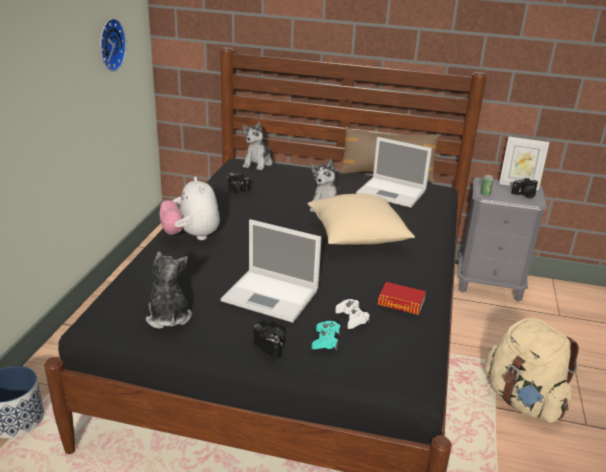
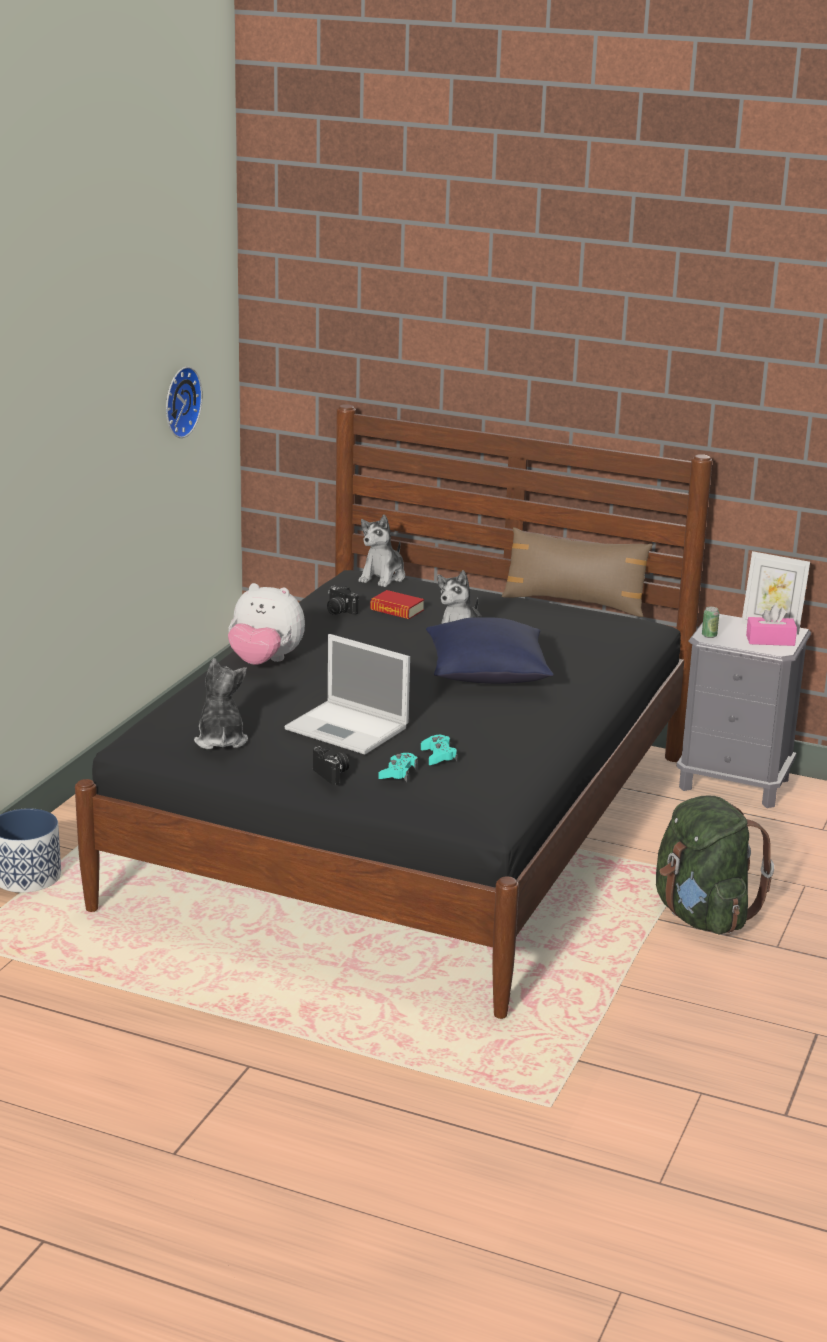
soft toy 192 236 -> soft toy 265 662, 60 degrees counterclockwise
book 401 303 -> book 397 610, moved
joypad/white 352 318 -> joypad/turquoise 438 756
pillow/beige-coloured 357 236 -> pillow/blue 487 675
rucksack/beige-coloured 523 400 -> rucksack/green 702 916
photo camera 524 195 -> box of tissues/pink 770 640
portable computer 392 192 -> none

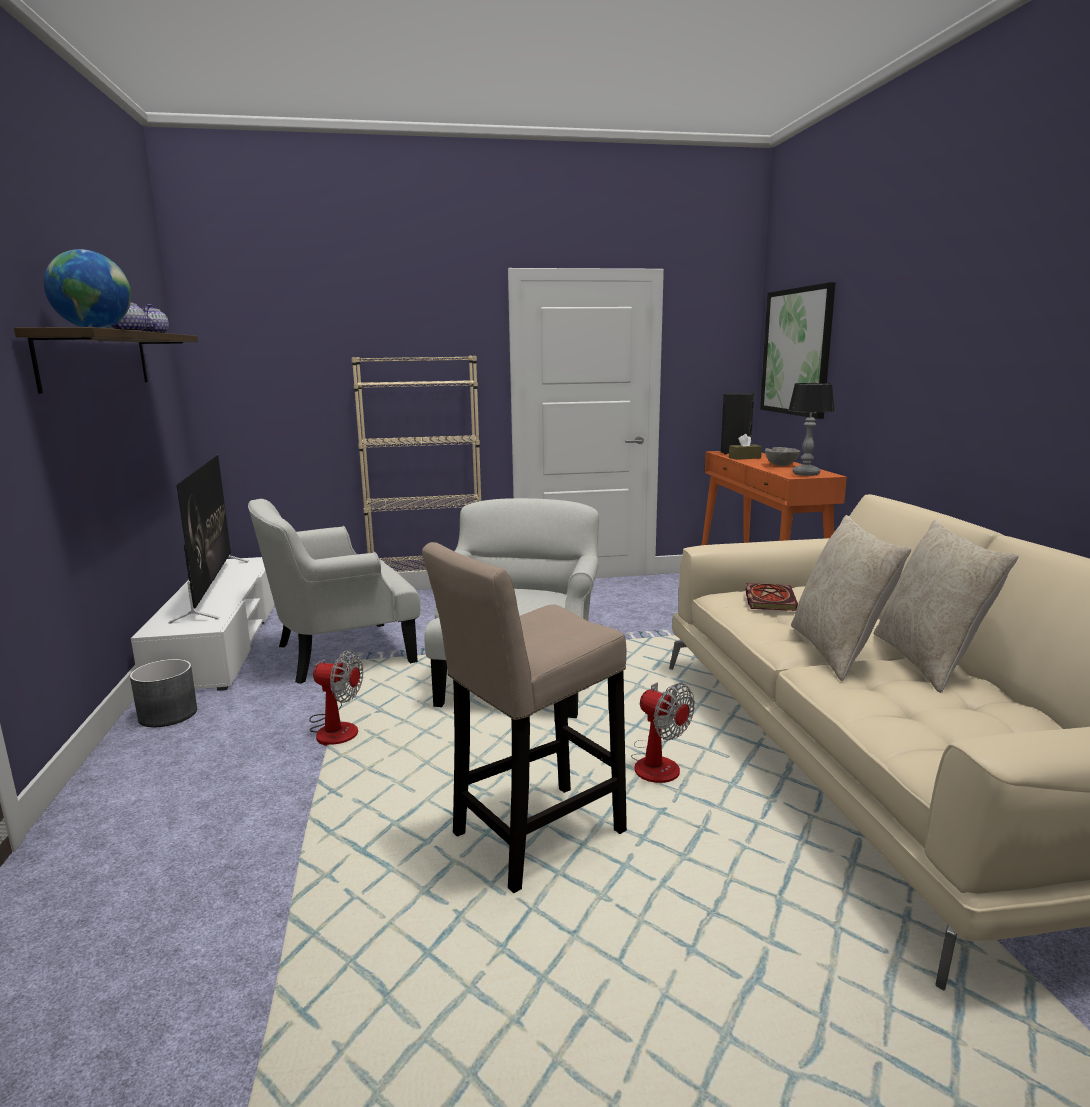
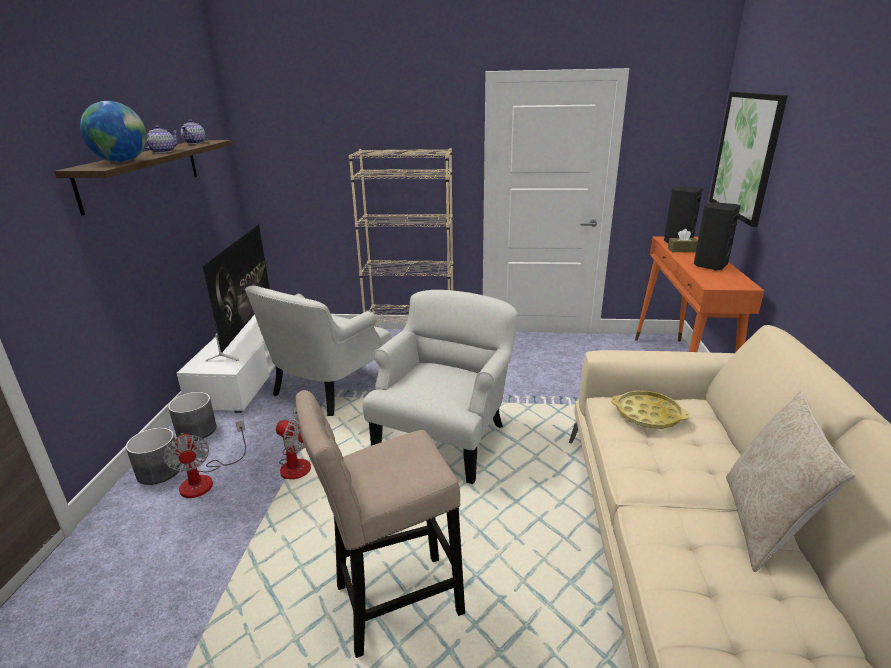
none -> plant pot/greyish 158 471
fan 657 762 -> fan 205 479, moved
armchair/white 340 653 -> armchair/white 328 388, 45 degrees counterclockwise
book 769 599 -> serving tray/yellow-coloured 648 414
bowl/greyish 781 465 -> loudspeaker/blackish 709 265
lamp for a table 805 474 -> none
pillow/beige-coloured 838 651 -> none

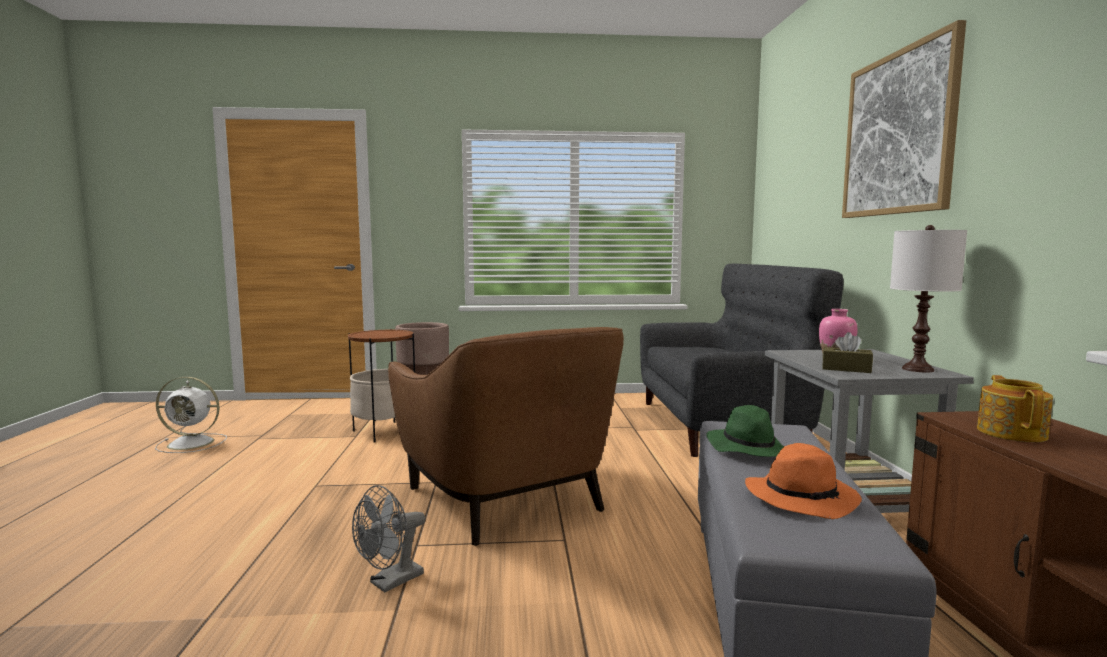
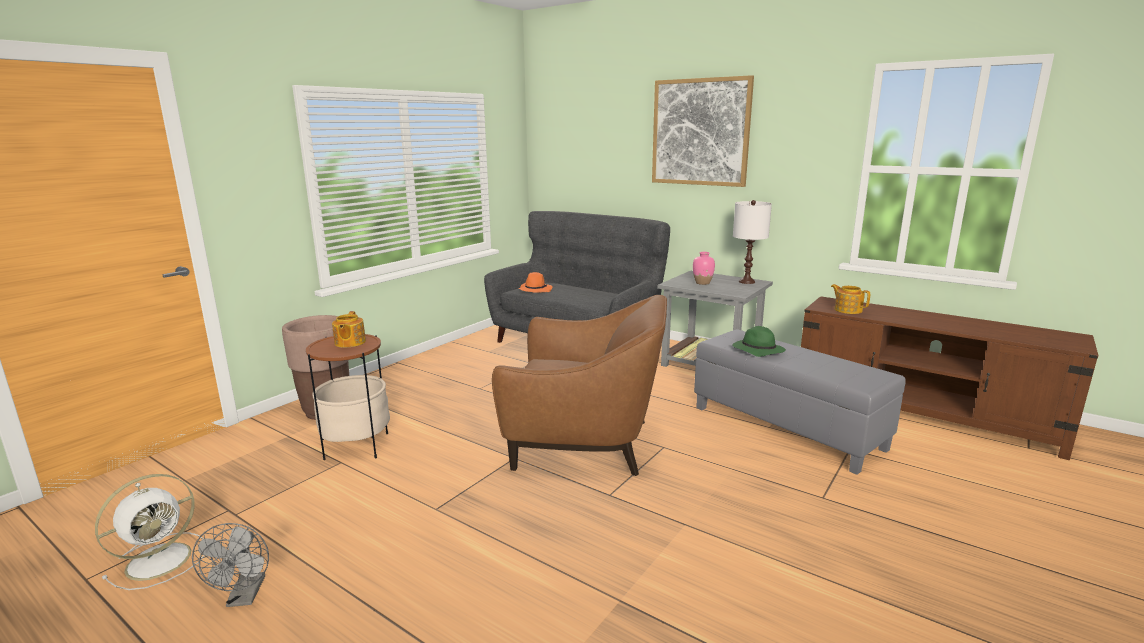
fan/greyish 390 582 -> fan/greyish 244 597, moved
none -> tea pot 349 342
hat/orangey 802 497 -> hat/orangey 535 290, moved
box of tissues/brown-coloured 846 369 -> none

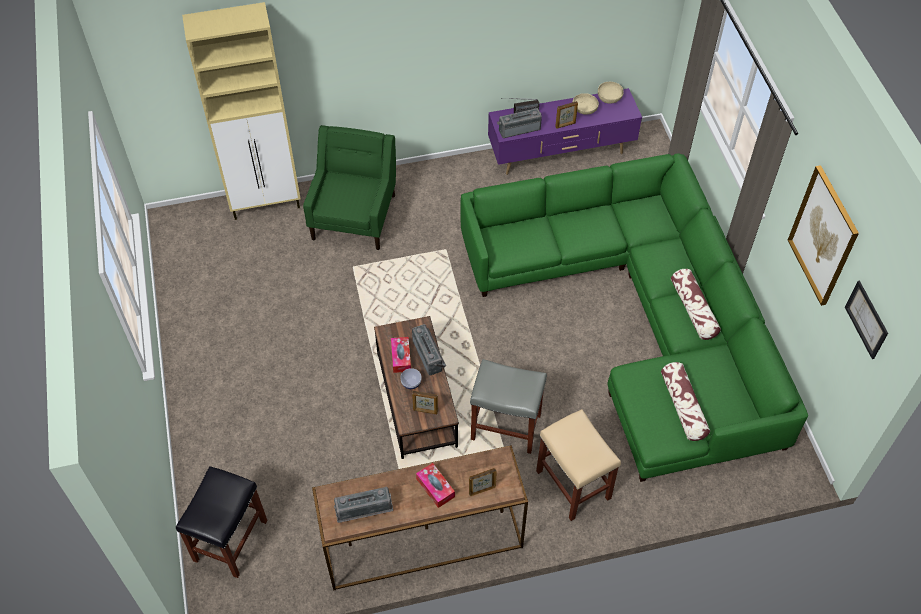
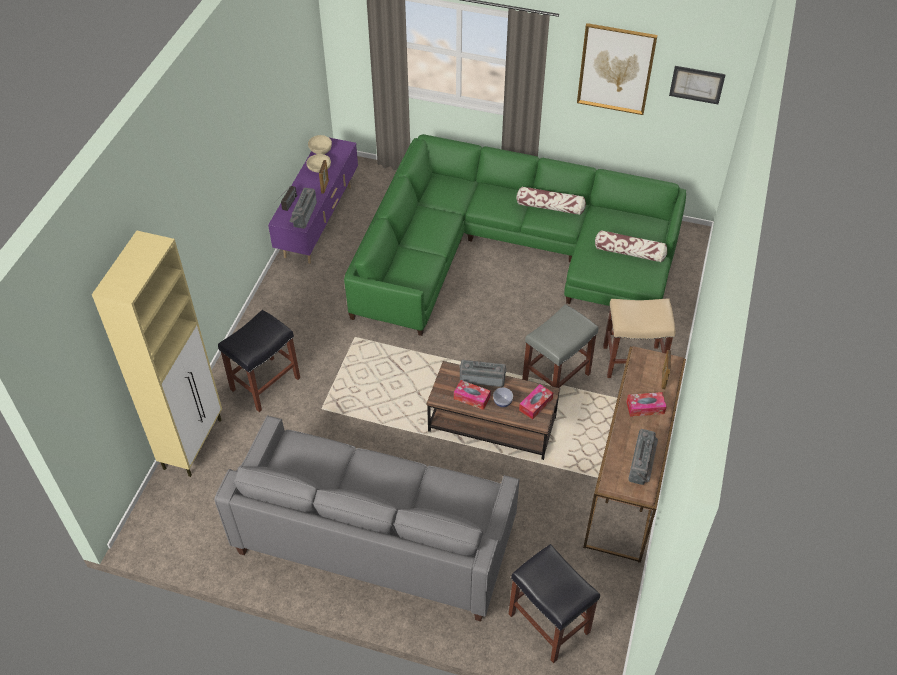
none -> sofa/greyish 375 538
armchair/green 355 216 -> sitting stool/blackish 265 383
standing frame 425 411 -> box of tissues 535 404

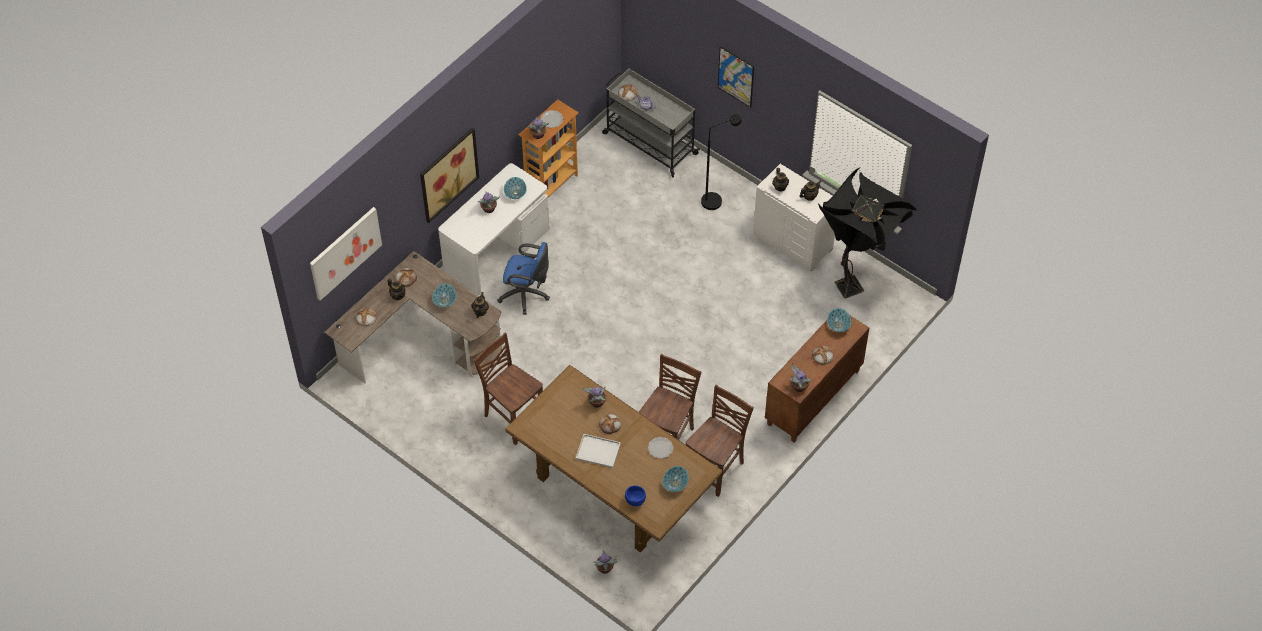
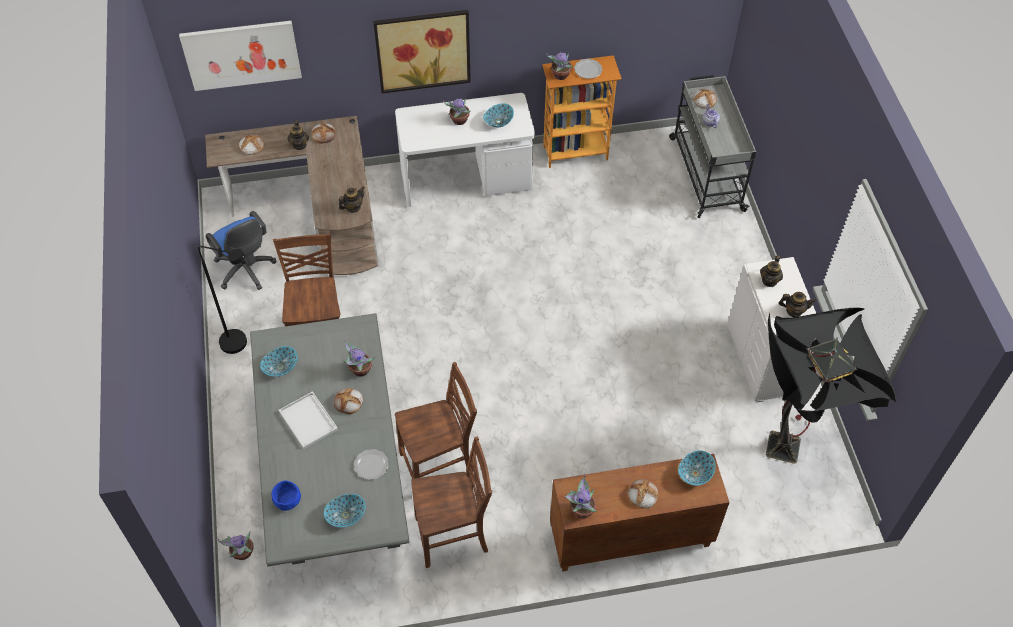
floor lamp/blackish 716 199 -> floor lamp/blackish 241 343, moved
computer chair/blue 526 295 -> computer chair/blue 246 271, moved
kitchen table/brown-coloured 614 488 -> kitchen table/greyish 337 477
bowl 444 300 -> bowl 280 367, moved
picture 736 76 -> none

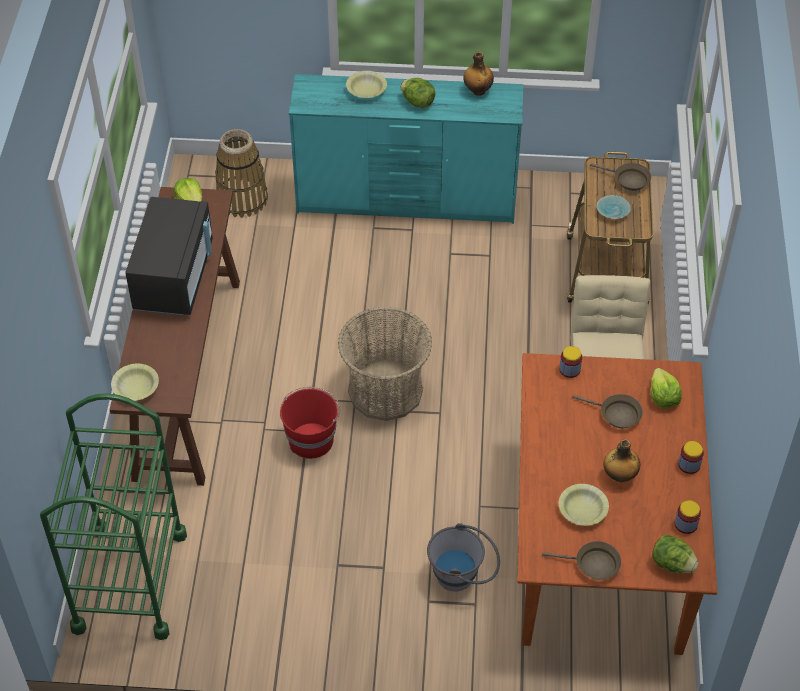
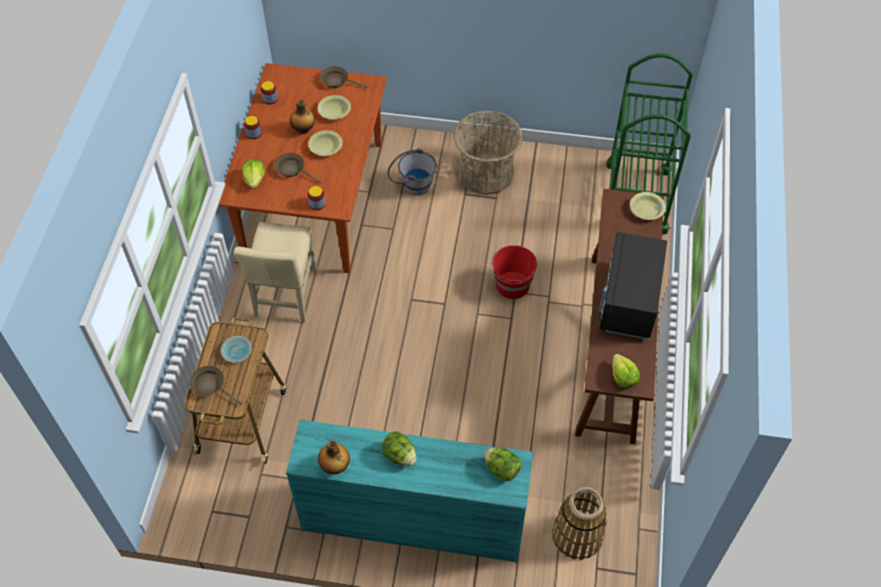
bowl/yellow-coloured 366 90 -> bowl/yellow-coloured 325 147, moved
basket 385 391 -> basket 486 173, moved
head of lettuce 672 564 -> head of lettuce 502 469, moved

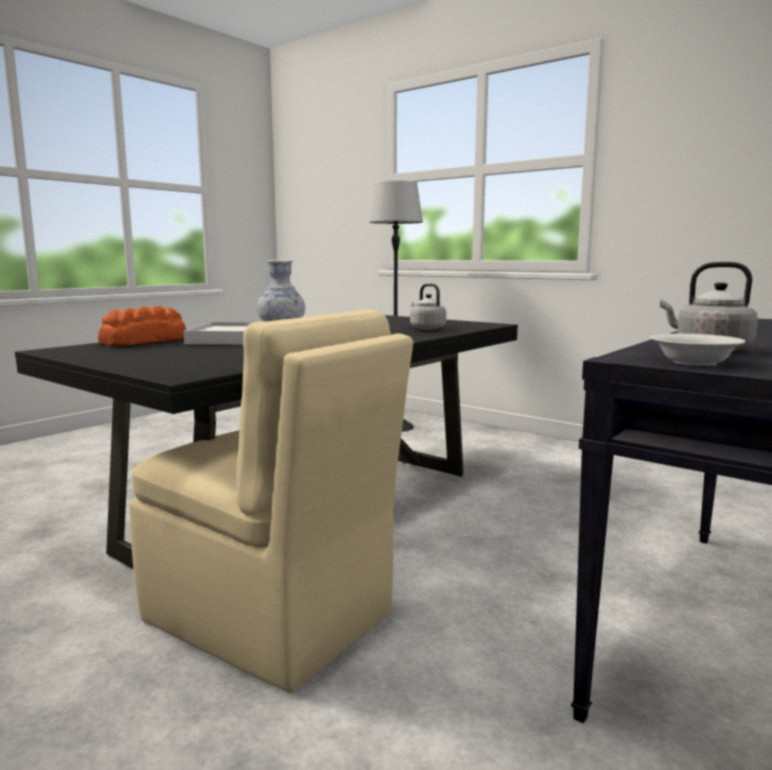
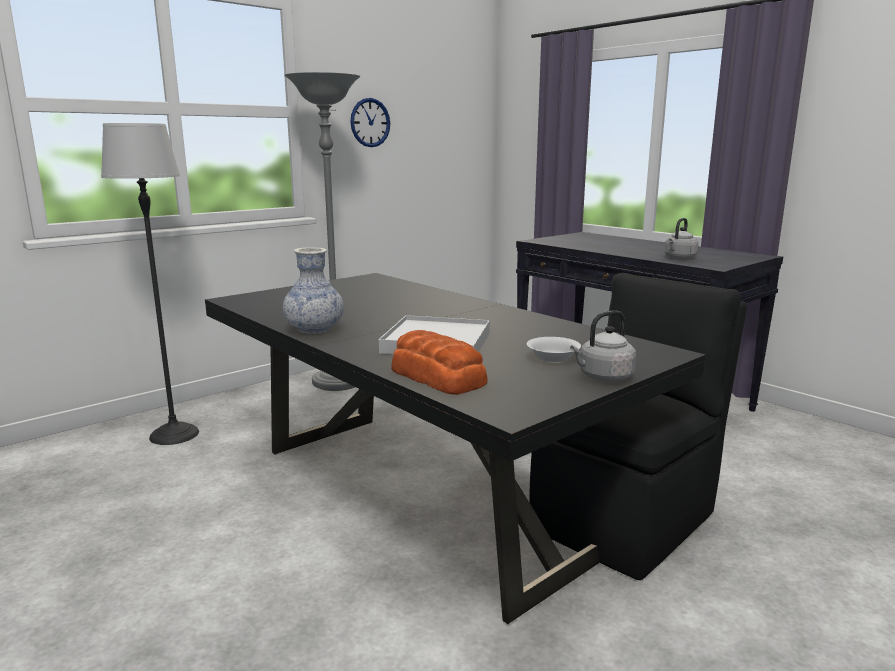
none -> floor lamp/greyish 338 382
none -> wall clock 370 122
bowl/white 694 362 -> bowl/white 553 358, moved
chair/beige-coloured 272 619 -> chair/blackish 627 519
tea kettle/greyish 426 328 -> tea kettle/greyish 603 377, moved

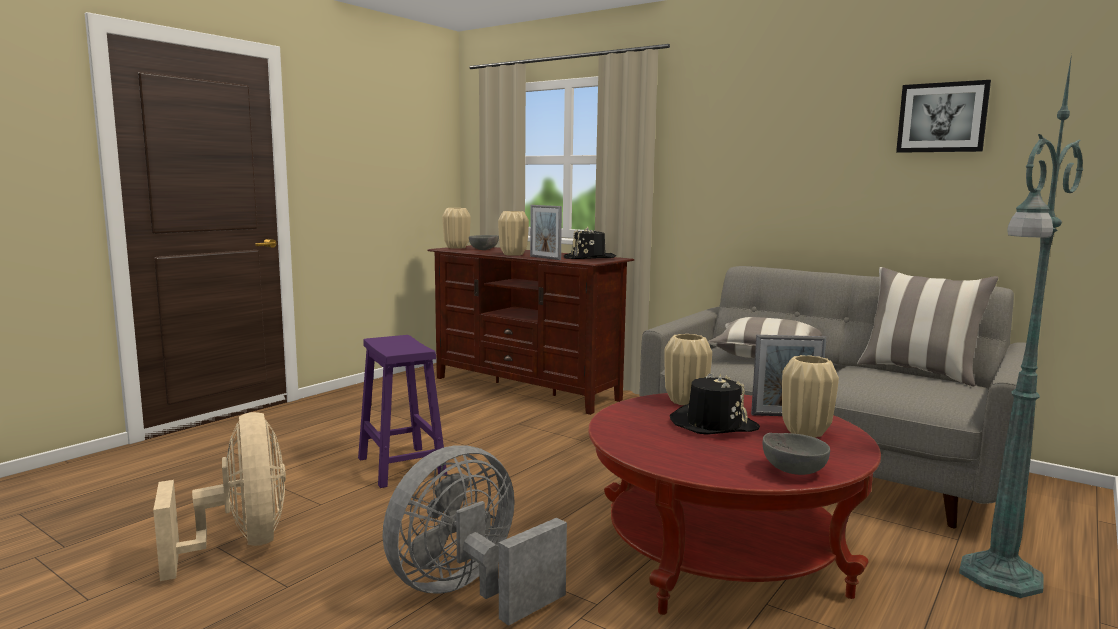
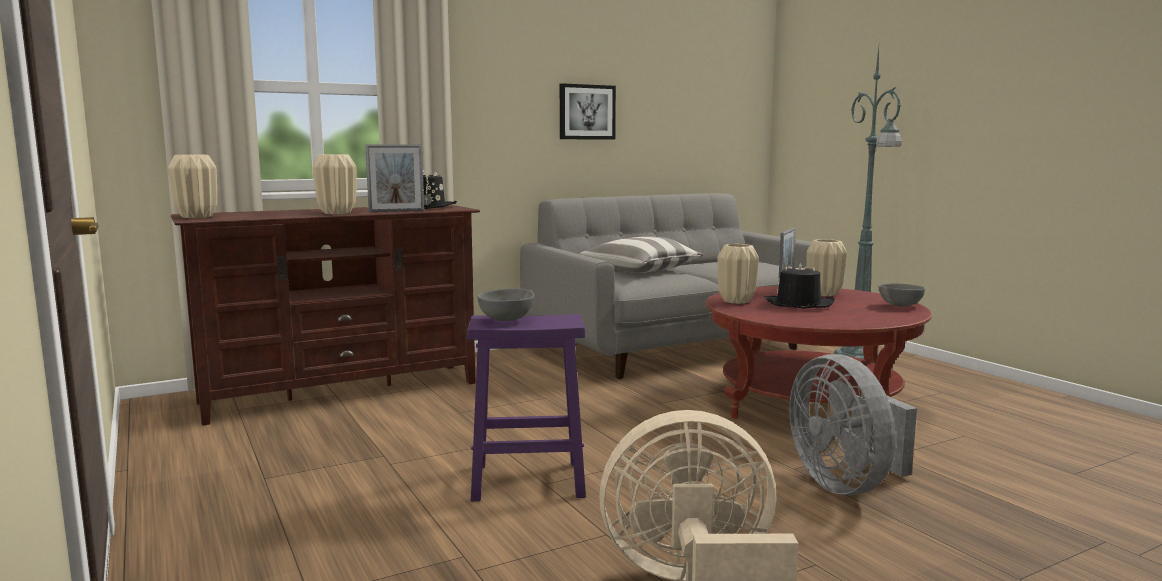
bowl/greyish 484 250 -> bowl/greyish 508 320, moved
picture 942 117 -> picture 586 112, moved
pillow 919 372 -> none

